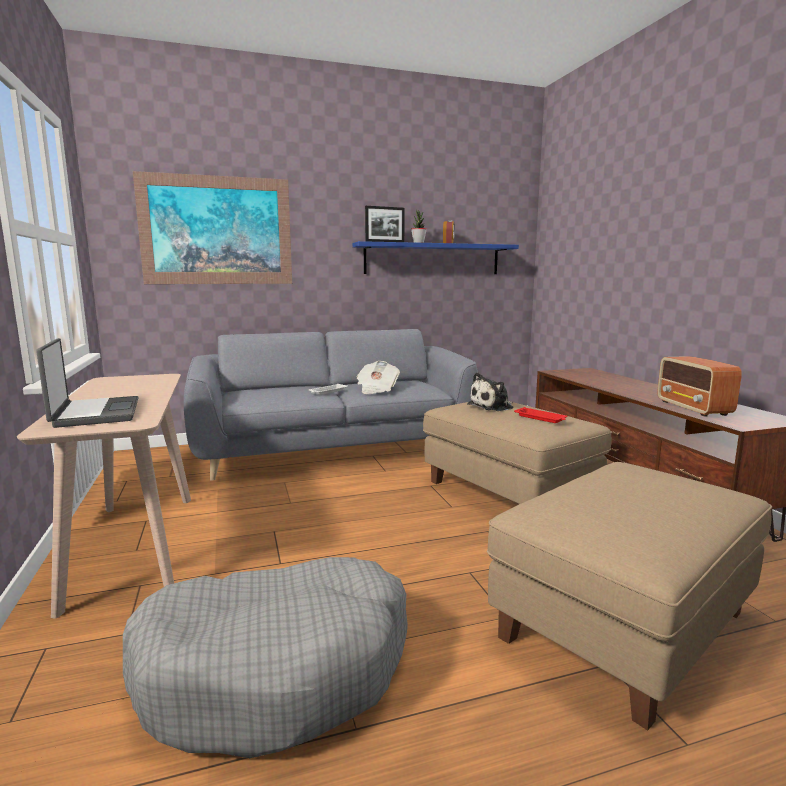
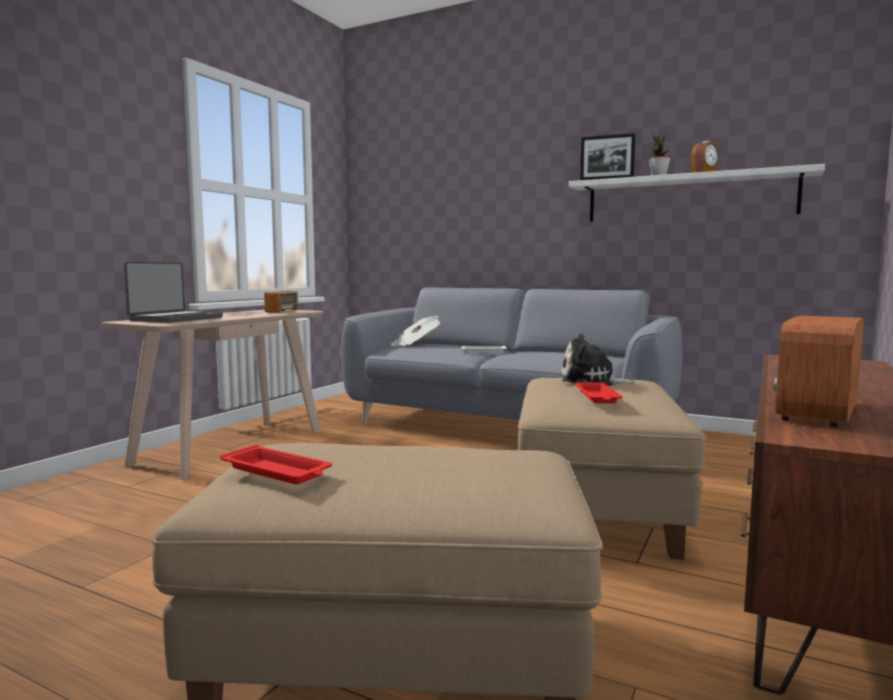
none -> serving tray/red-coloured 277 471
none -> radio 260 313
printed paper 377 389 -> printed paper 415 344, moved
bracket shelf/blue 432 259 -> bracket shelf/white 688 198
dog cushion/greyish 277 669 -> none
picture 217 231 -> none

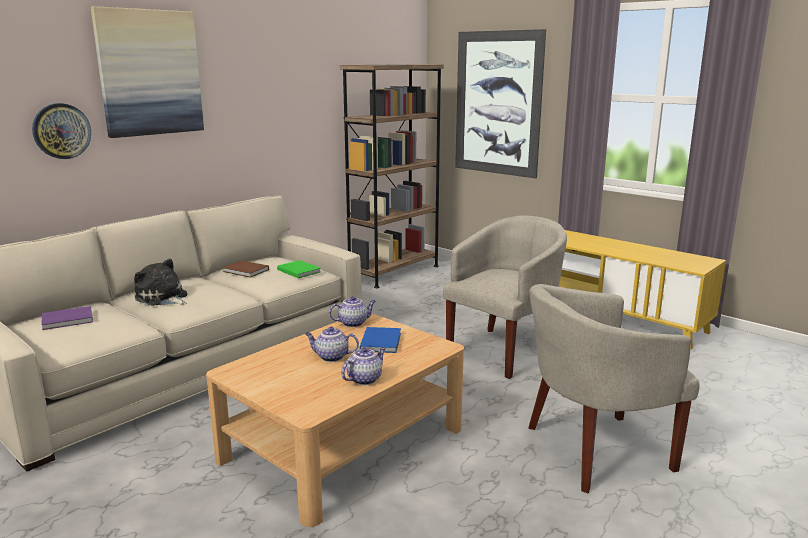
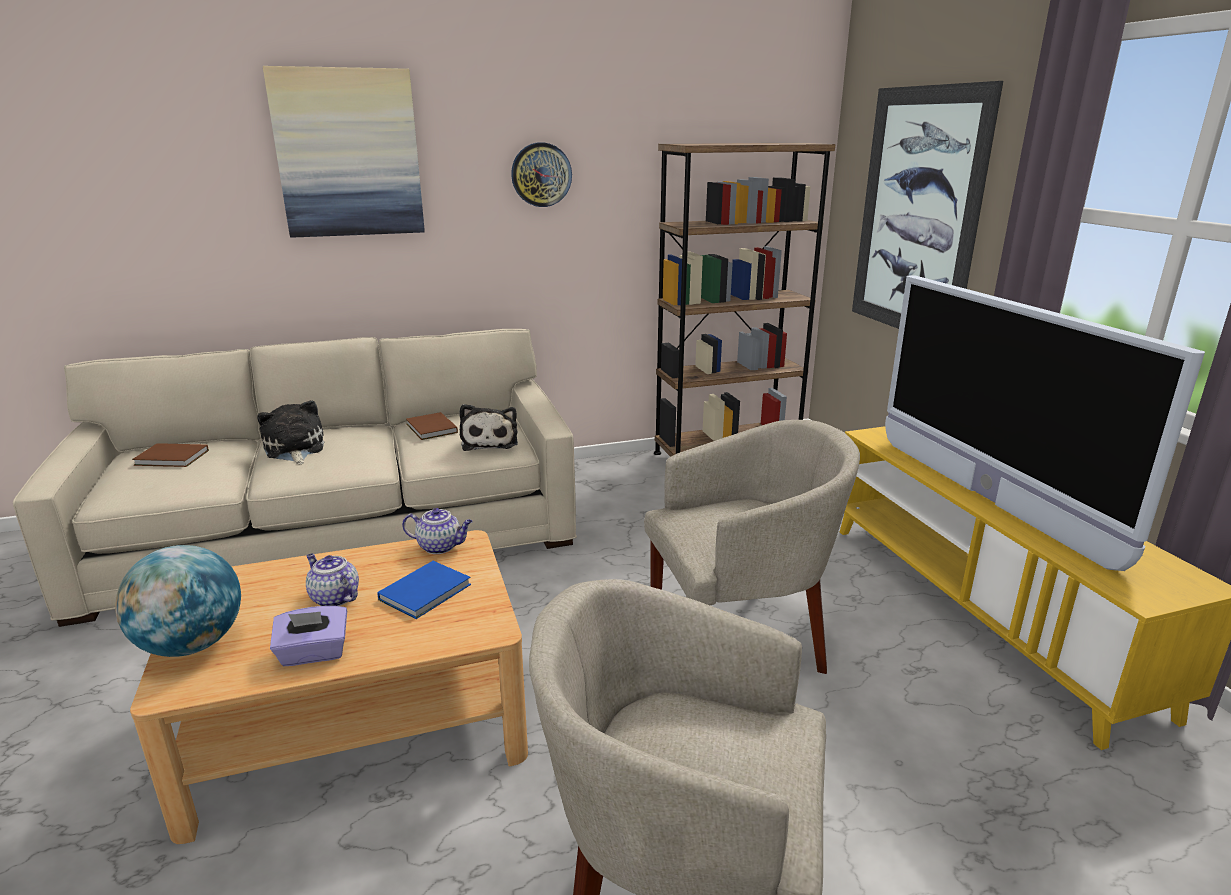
none -> desk globe 191 645
book/purplish 69 320 -> book/brown-coloured 173 458
tea pot 364 379 -> box of tissues/purplish 313 654
book/green 299 270 -> soft toy 490 441
wall clock 61 131 -> wall clock 541 175, moved
none -> TV 986 498

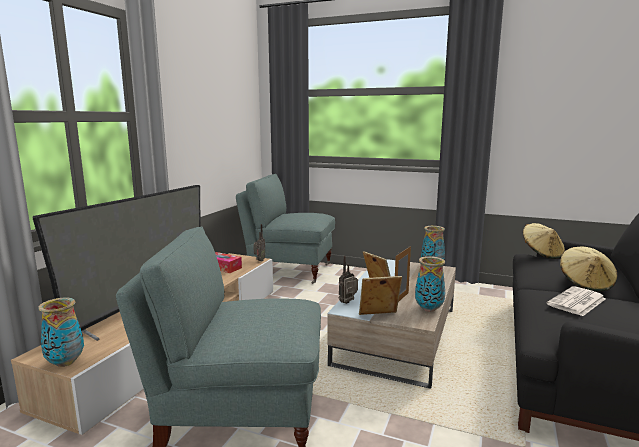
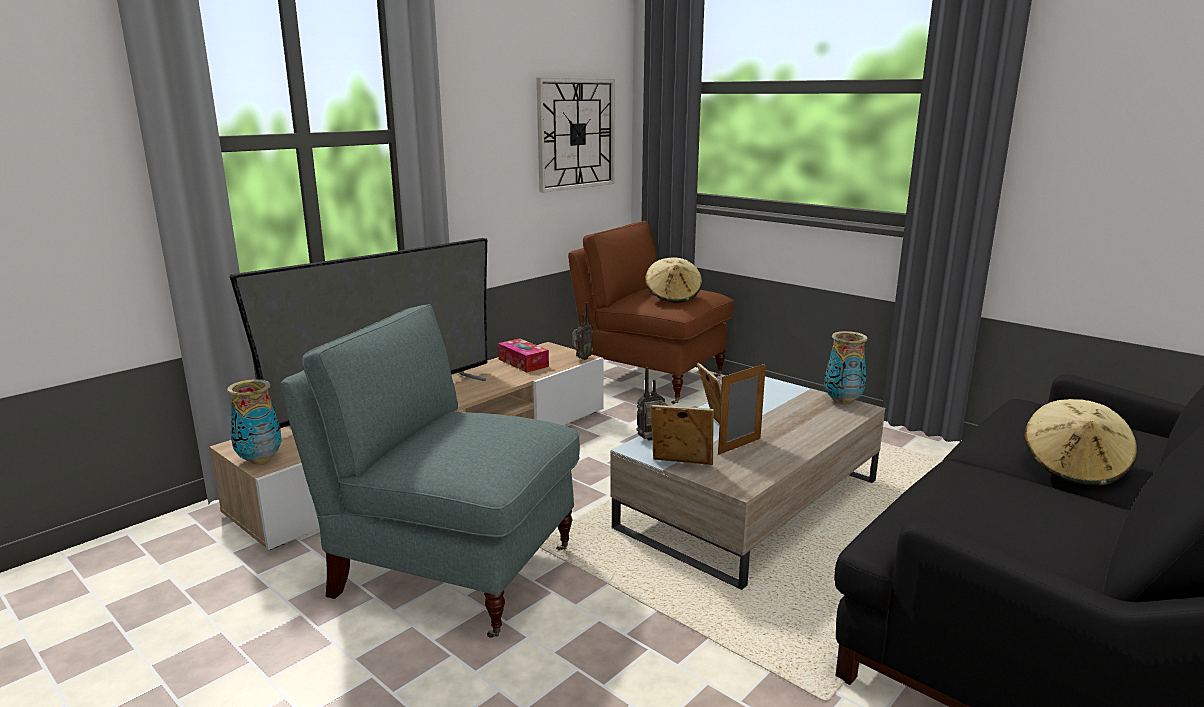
none -> wall clock 576 134
armchair/greyish 289 271 -> armchair/brown-coloured 650 379
hat/beige-coloured 541 254 -> hat/beige-coloured 673 297, moved
vase 429 309 -> none
printed paper 577 302 -> none

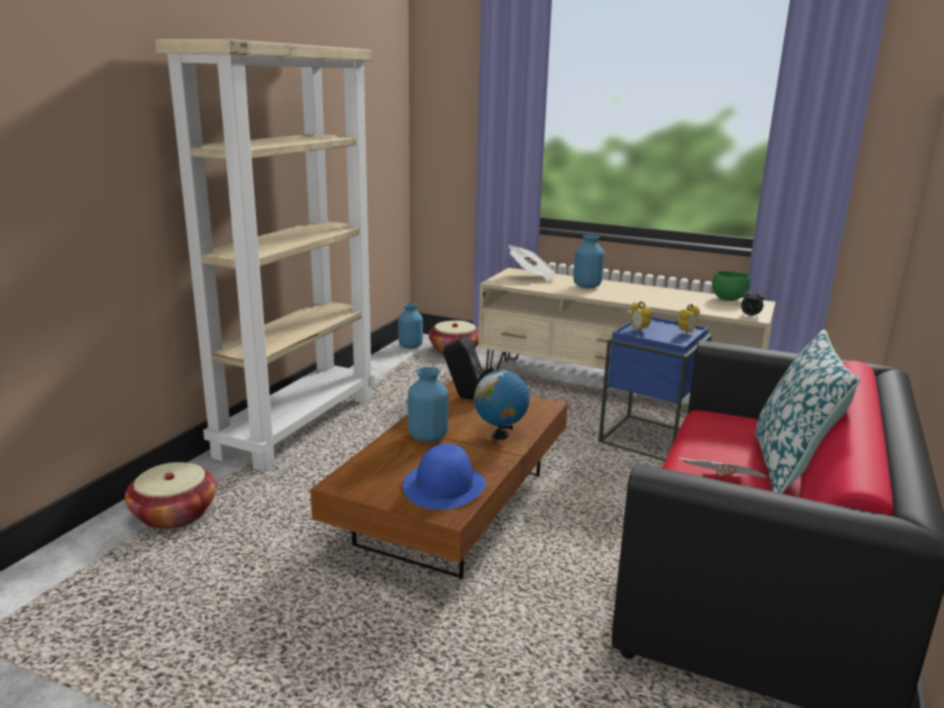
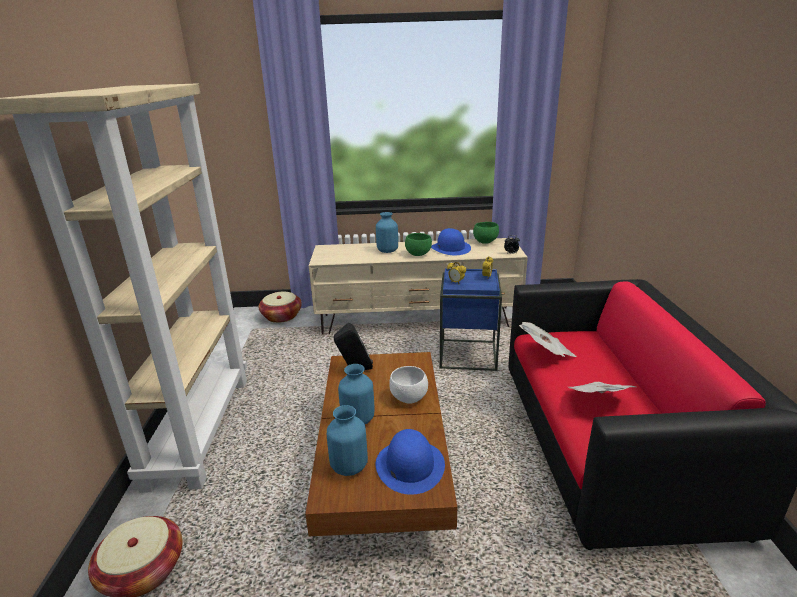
vase/blue 410 346 -> vase/blue 349 467, moved
desk globe 500 435 -> bowl/white 409 399
none -> bowl/green 418 254
none -> hat/blue 451 248
printed paper 532 277 -> printed paper 546 353, moved
pillow 790 467 -> none

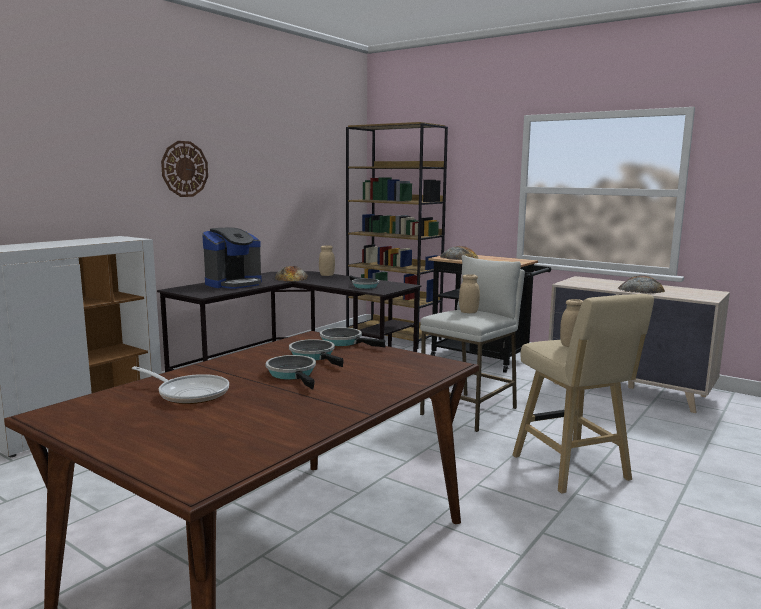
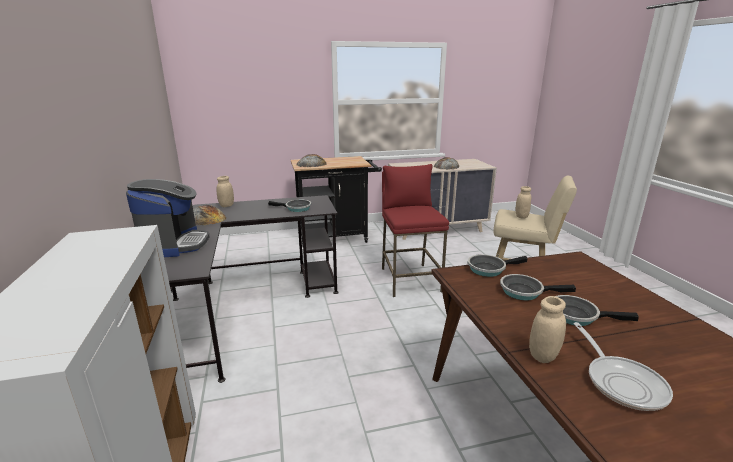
sitting stool/white 470 411 -> sitting stool/red-coloured 409 279
storage jar/beige-coloured 468 312 -> storage jar/beige-coloured 543 356, moved
pan 189 393 -> pan 621 382, 105 degrees clockwise
wall clock 184 169 -> none
shelving unit/brown-coloured 394 337 -> none

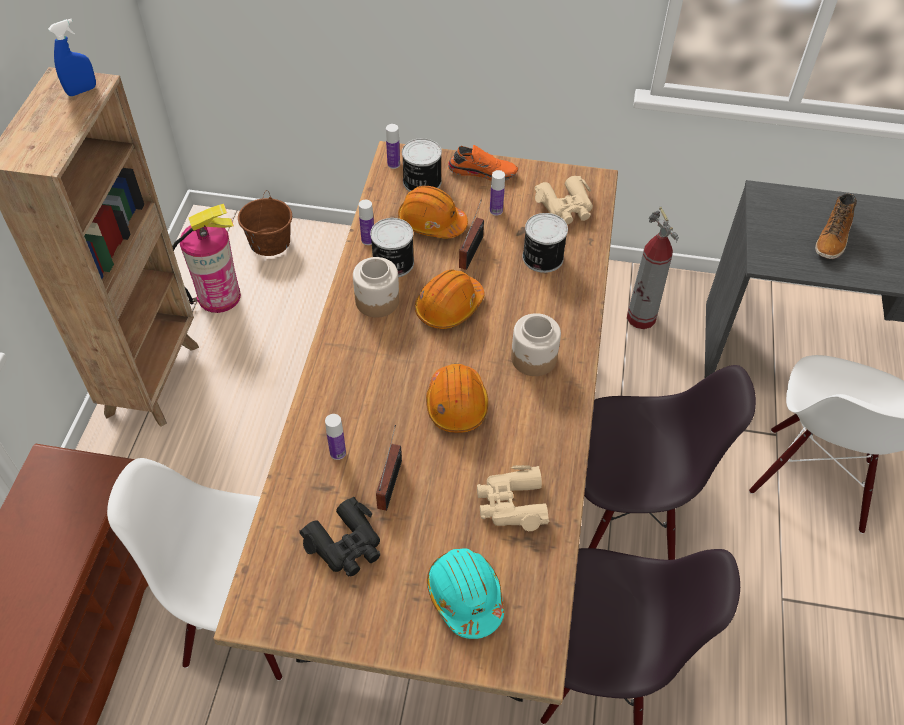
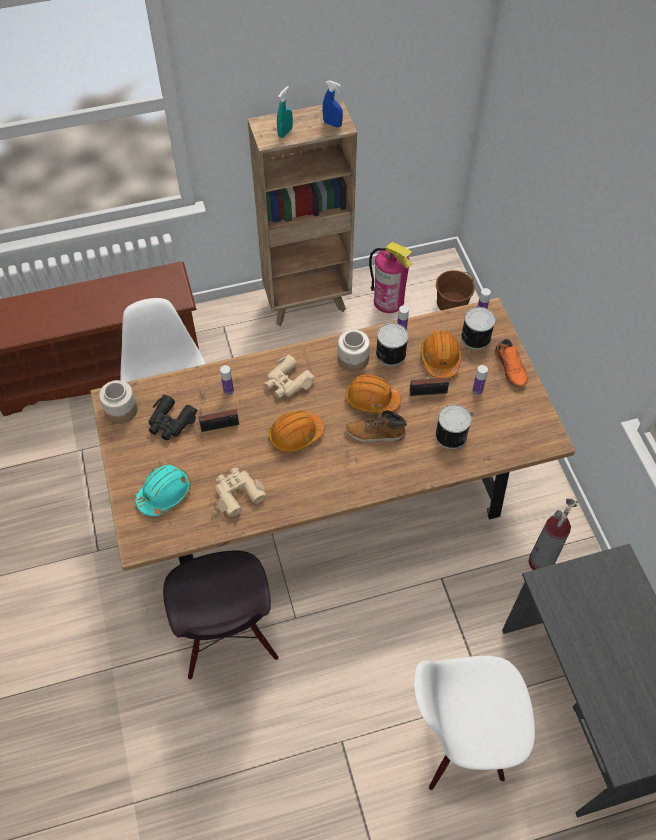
storage jar 534 359 -> storage jar 121 410, moved
binoculars/beige-coloured 566 207 -> binoculars/beige-coloured 287 382, moved
none -> spray bottle/turquoise 285 132
tall boot 833 239 -> tall boot 375 434, moved
chair/blackish 626 517 -> none

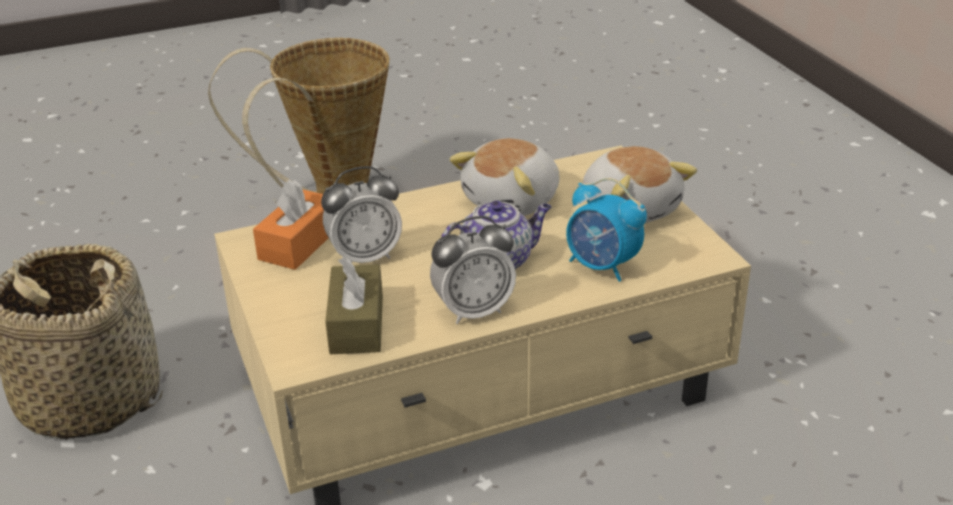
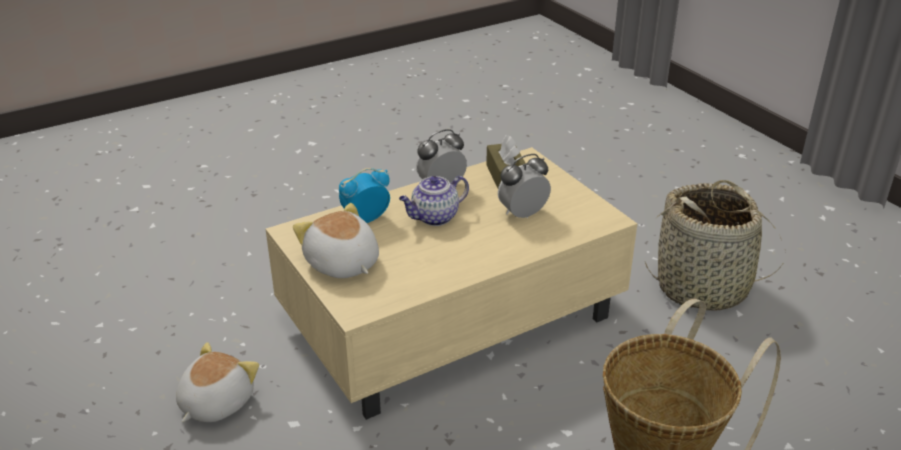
soft toy 513 200 -> soft toy 215 403, moved
alarm clock 602 266 -> alarm clock 364 219, 60 degrees counterclockwise
box of tissues/orangey 299 243 -> none

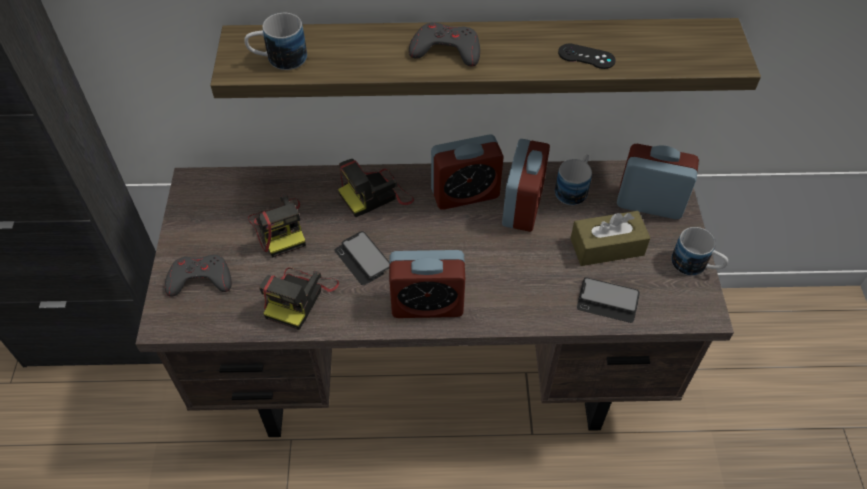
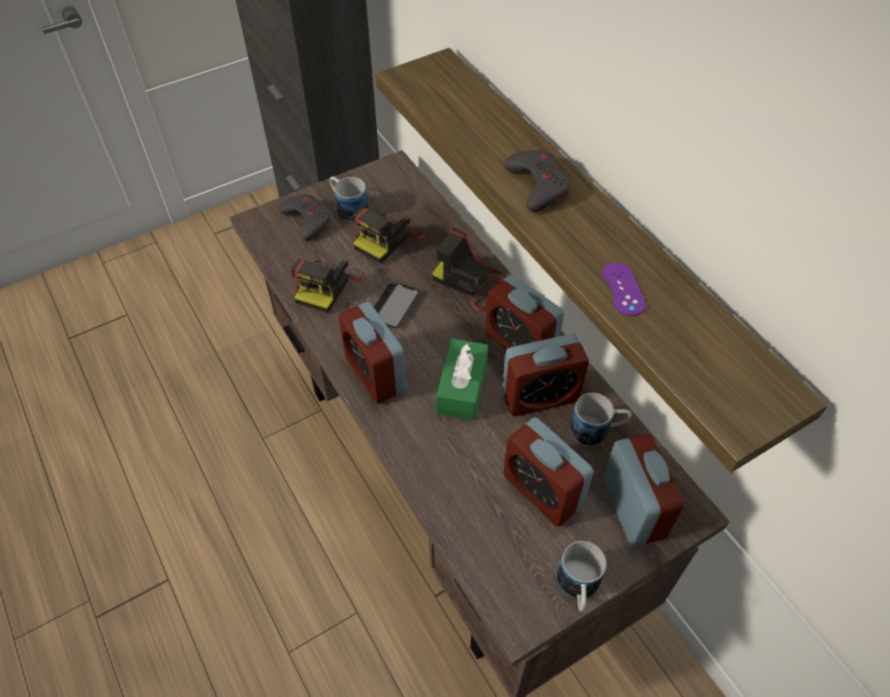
photo camera 299 297 -> photo camera 328 286, 60 degrees counterclockwise
coffee mug 278 59 -> coffee mug 348 208, moved
none -> box of tissues/green 462 387
box of tissues/brown-coloured 607 247 -> alarm clock 542 491
joypad/blackish 586 56 -> joypad/purplish 623 289
telephone 607 301 -> none

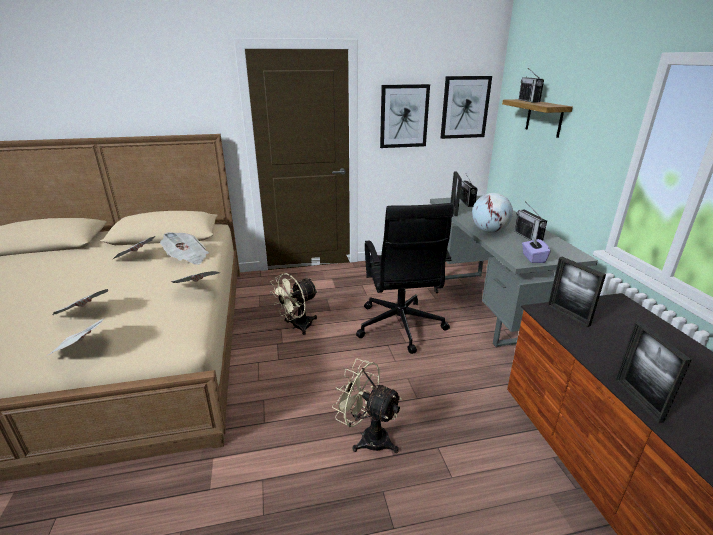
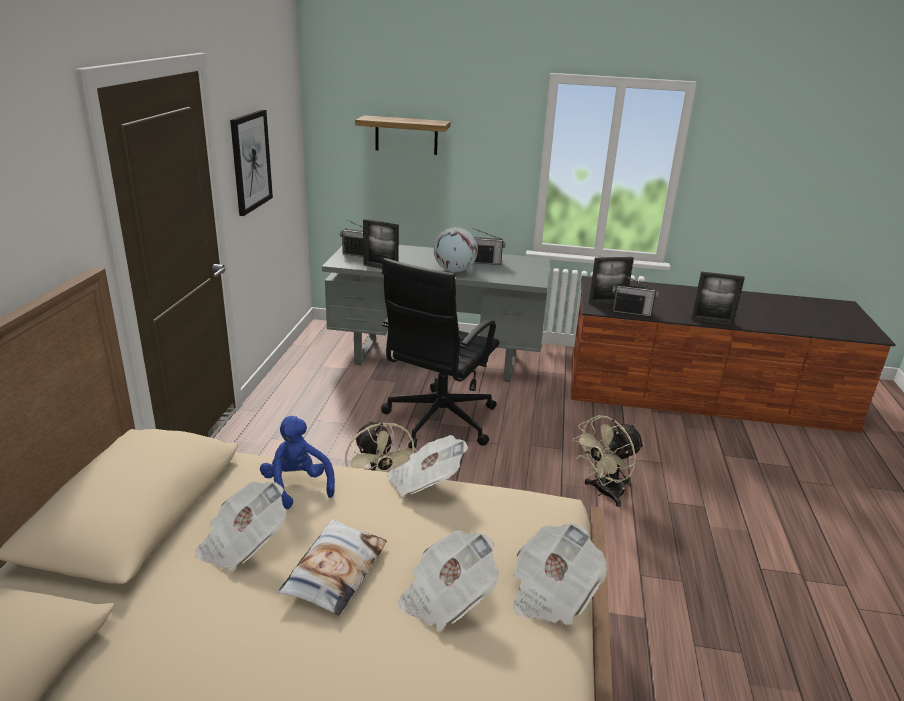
printed paper 187 258 -> soft toy/blue 297 486
none -> pillow 335 571
computer chair/blackish 400 327 -> computer chair/blackish 438 421, 105 degrees clockwise
radio 528 101 -> radio 631 312, moved
picture 465 107 -> none
box of tissues/purplish 533 258 -> none

